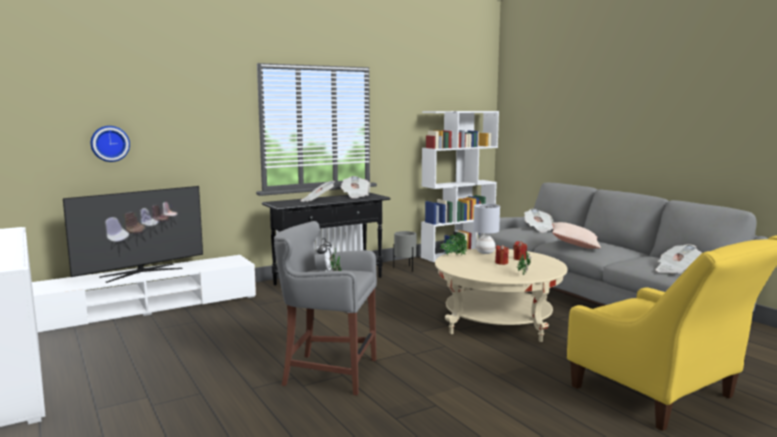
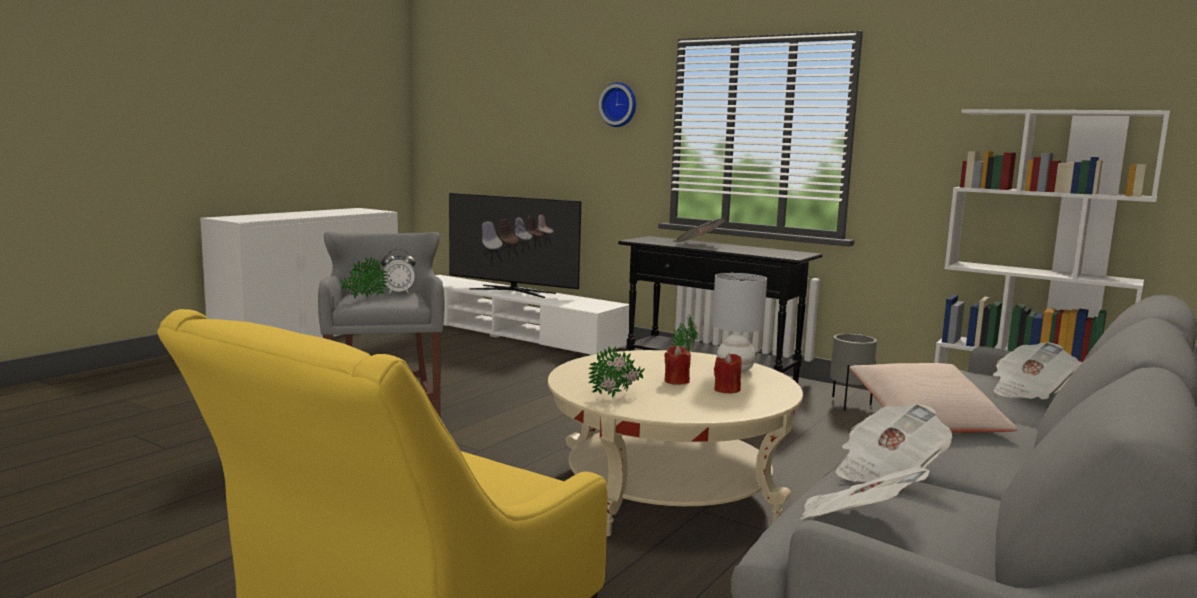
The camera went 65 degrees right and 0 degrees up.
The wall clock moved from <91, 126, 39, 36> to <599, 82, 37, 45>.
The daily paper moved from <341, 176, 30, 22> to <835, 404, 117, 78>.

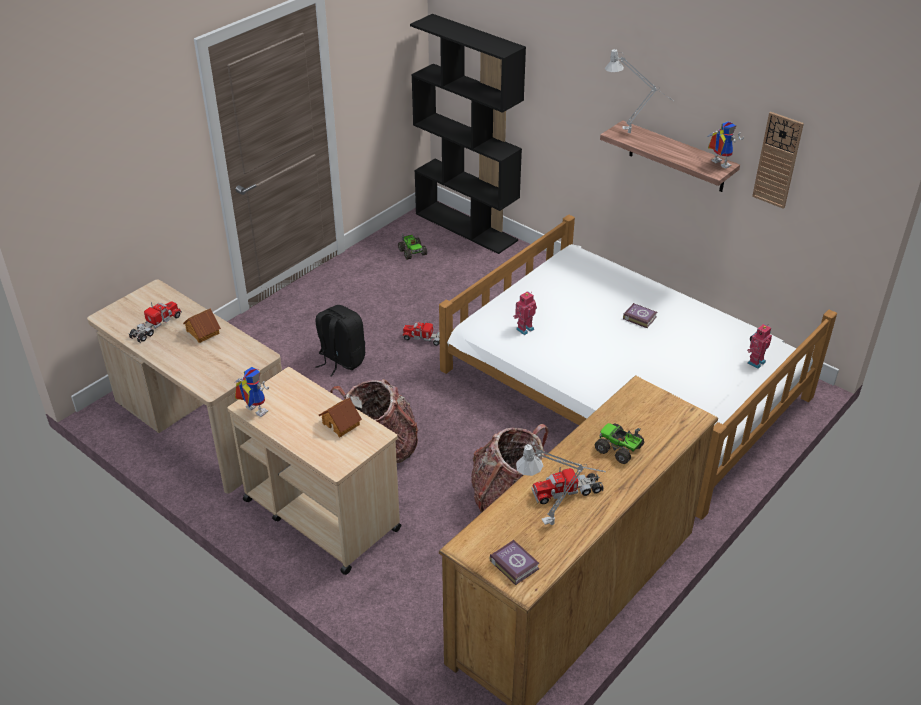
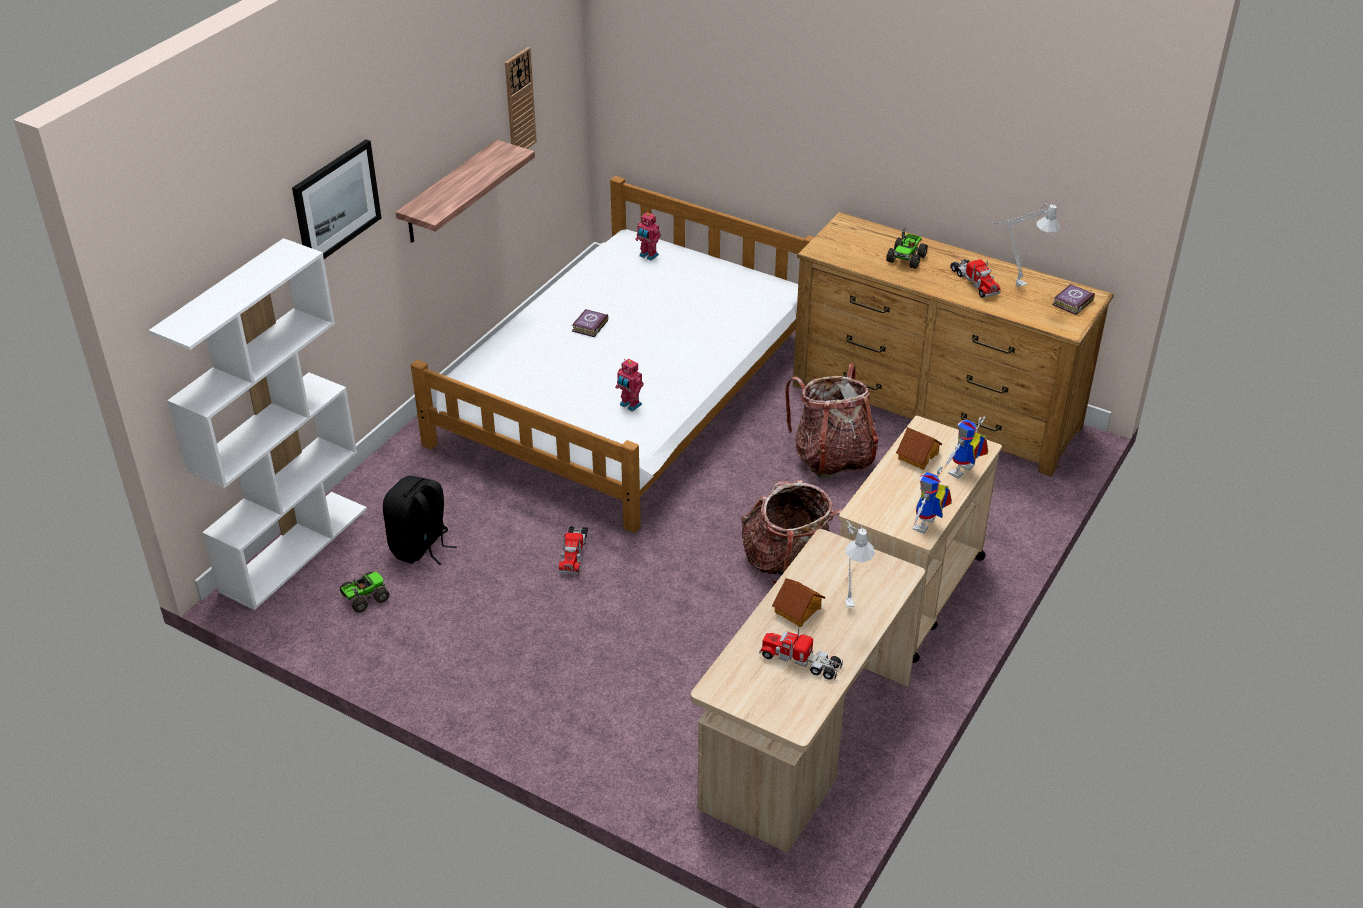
The camera went 100 degrees left and 0 degrees up.
The knapsack (black) moved from <316, 305, 49, 72> to <383, 475, 74, 90>.
The shelving unit (black) at <410, 14, 116, 240> became the shelving unit (whitish) at <149, 238, 218, 372>.
The tabletop lamp (greyish) moved from <605, 49, 67, 84> to <845, 520, 30, 87>.
The toy robot moved from <705, 121, 39, 48> to <945, 417, 43, 62>.
The picture at <292, 139, 89, 120> appeared.

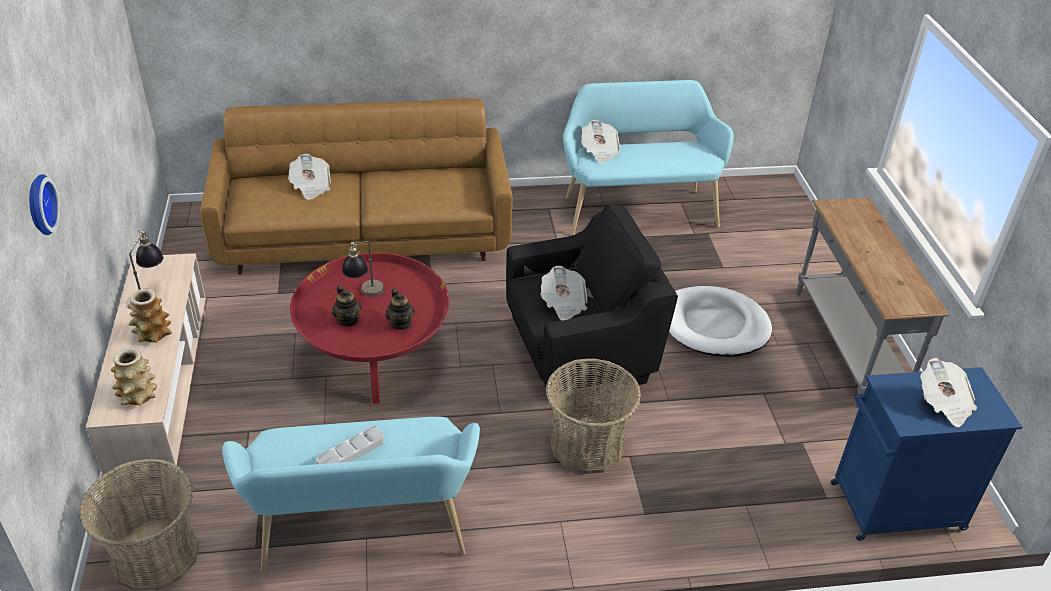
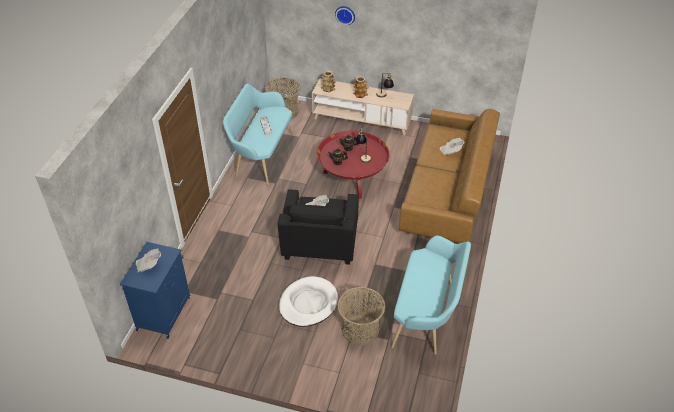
The camera went 115 degrees right and 5 degrees up.
The household basket moved from <546, 358, 95, 116> to <337, 287, 48, 59>.
The daily paper at <581, 120, 39, 43> disappeared.
The hall table (greyish) at <797, 197, 152, 211> disappeared.

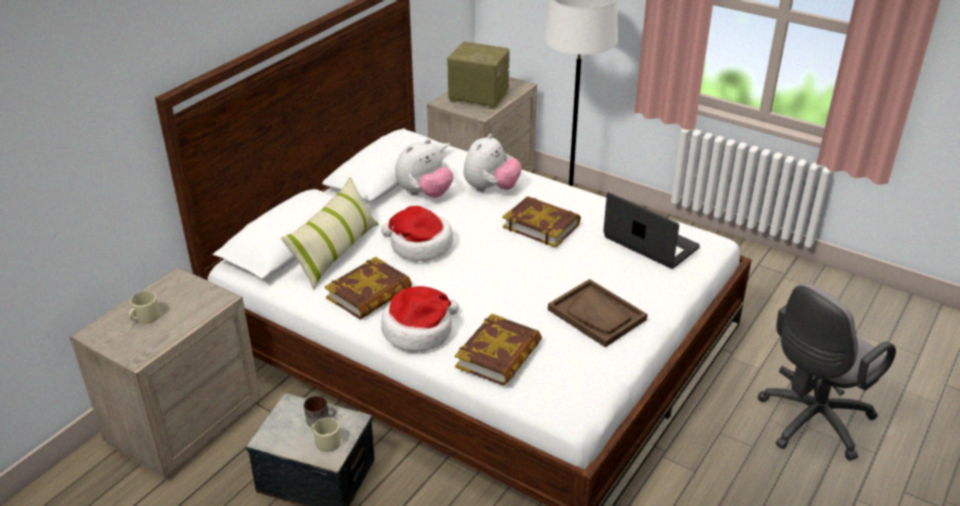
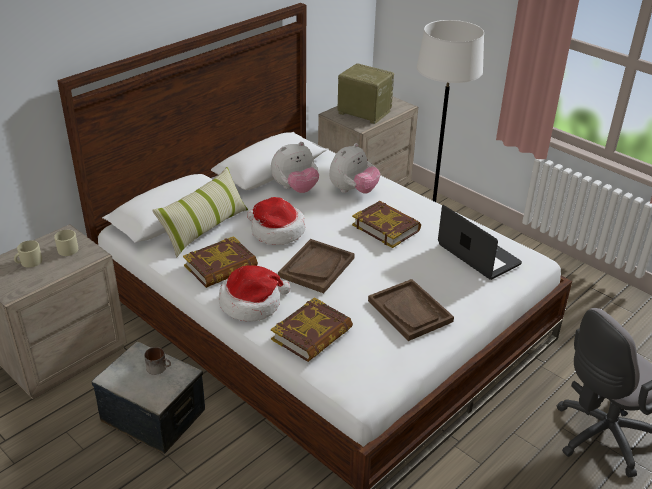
The camera went 10 degrees right and 0 degrees up.
The tea mug (sand-coloured) moved from <311, 417, 30, 35> to <54, 230, 24, 26>.
The tray (brown-coloured) at <278, 239, 77, 54> appeared.

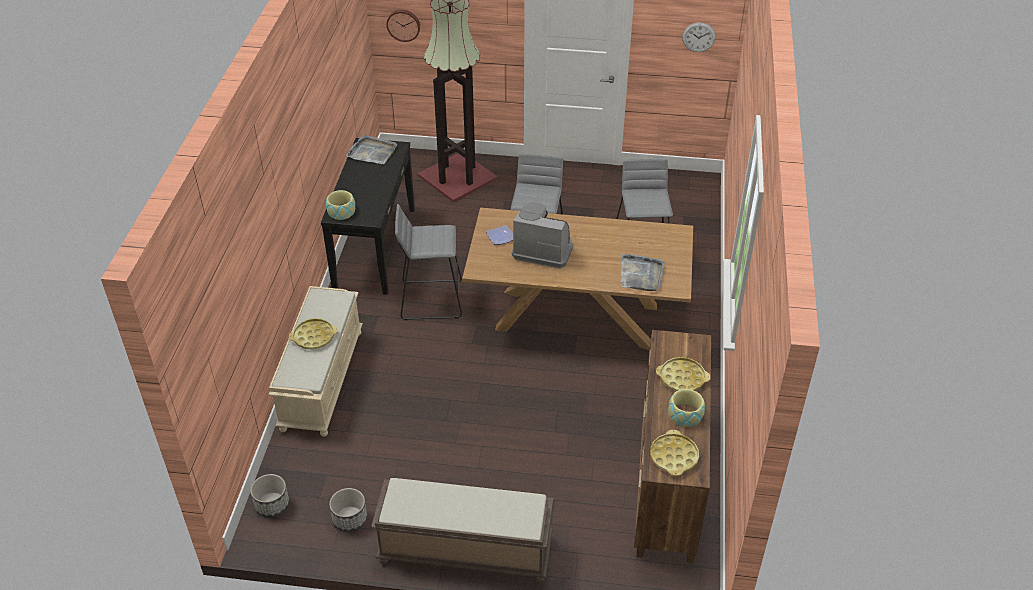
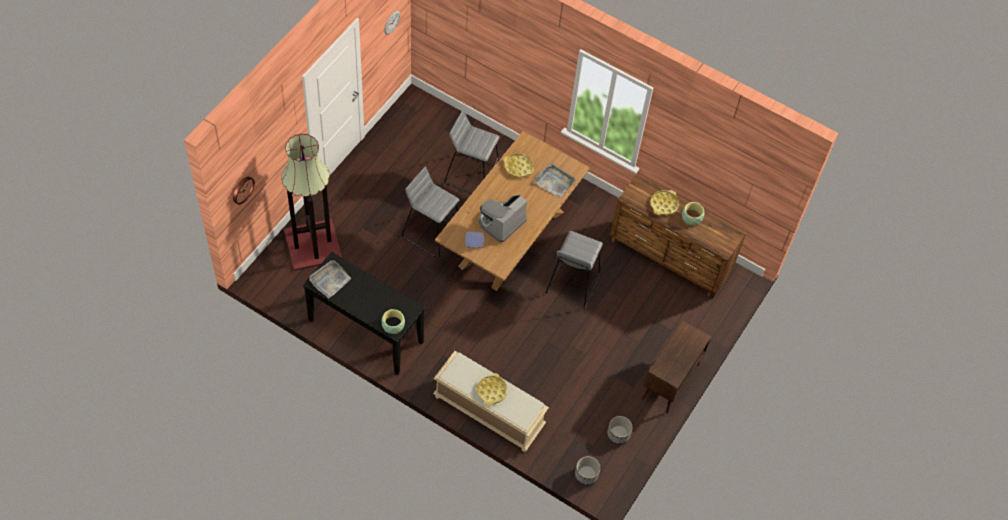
The camera went 70 degrees left and 15 degrees up.
The long seat (brown-coloured) at <371, 478, 183, 105> was replaced by the cupboard (brown-coloured) at <642, 321, 69, 93>.
The stool (greyish) moved from <395, 204, 67, 116> to <546, 231, 57, 77>.
The tray (yellow-coloured) moved from <650, 430, 49, 46> to <503, 153, 31, 25>.

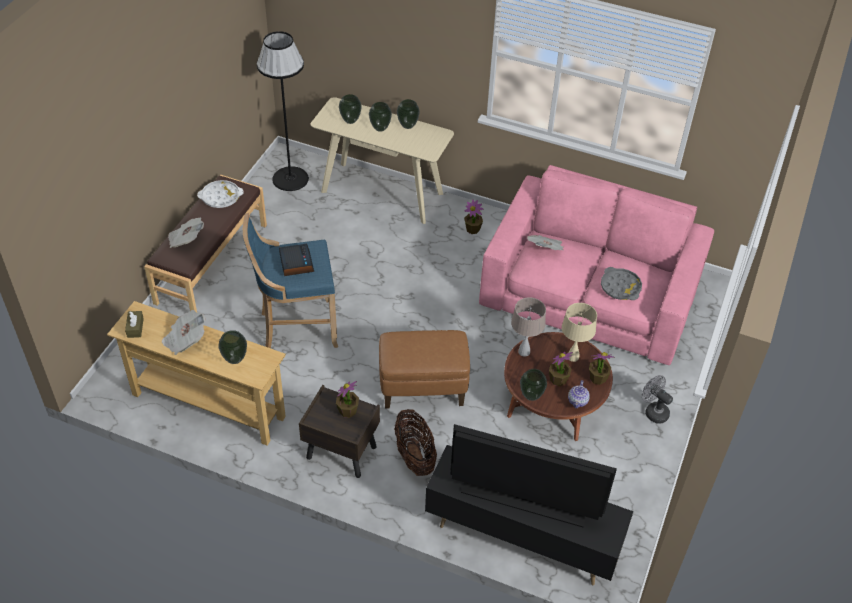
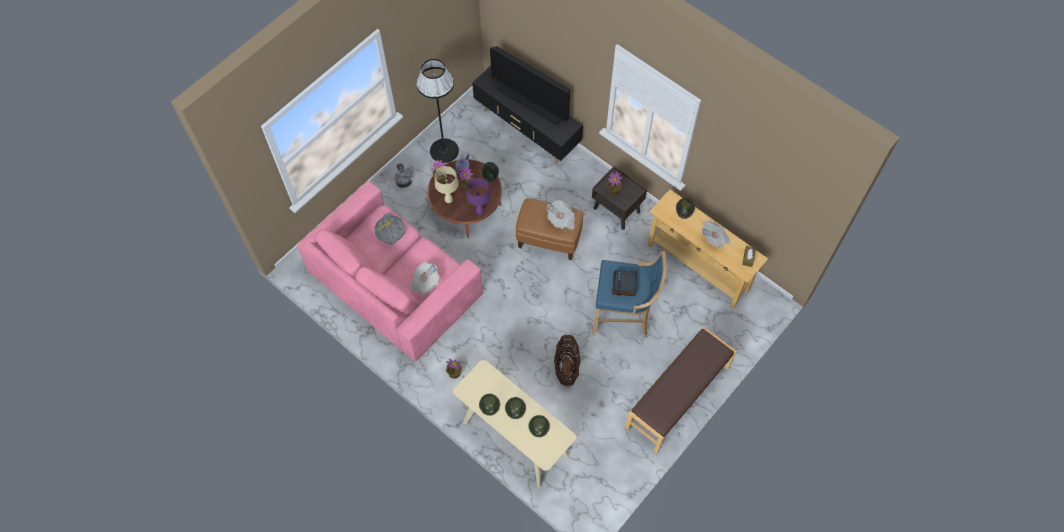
The camera went 160 degrees left and 15 degrees up.
The daily paper moved from <168, 217, 36, 31> to <547, 200, 28, 30>.
The tray (whitish) at <197, 180, 46, 28> disappeared.
The standing lamp (black) moved from <257, 31, 52, 160> to <416, 59, 43, 104>.
The household basket moved from <394, 409, 43, 67> to <554, 335, 27, 51>.
The tabletop lamp (sand-coloured) at <511, 297, 35, 60> became the tabletop lamp (purple) at <466, 178, 24, 37>.

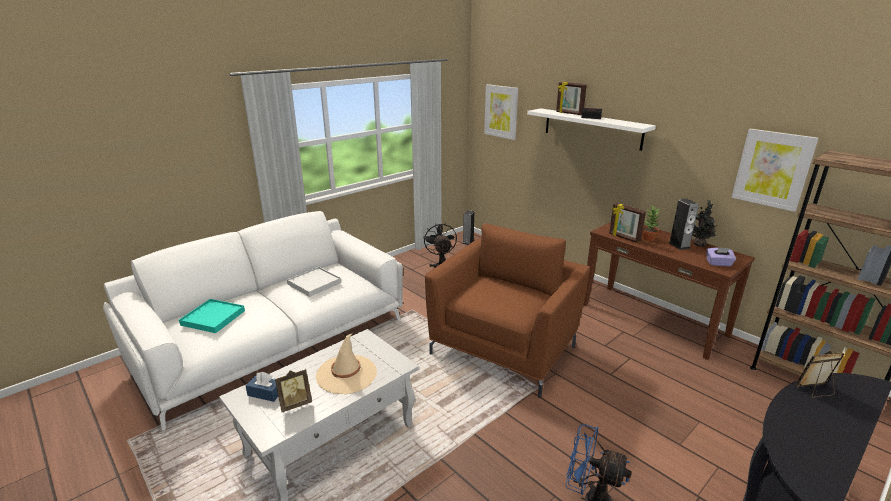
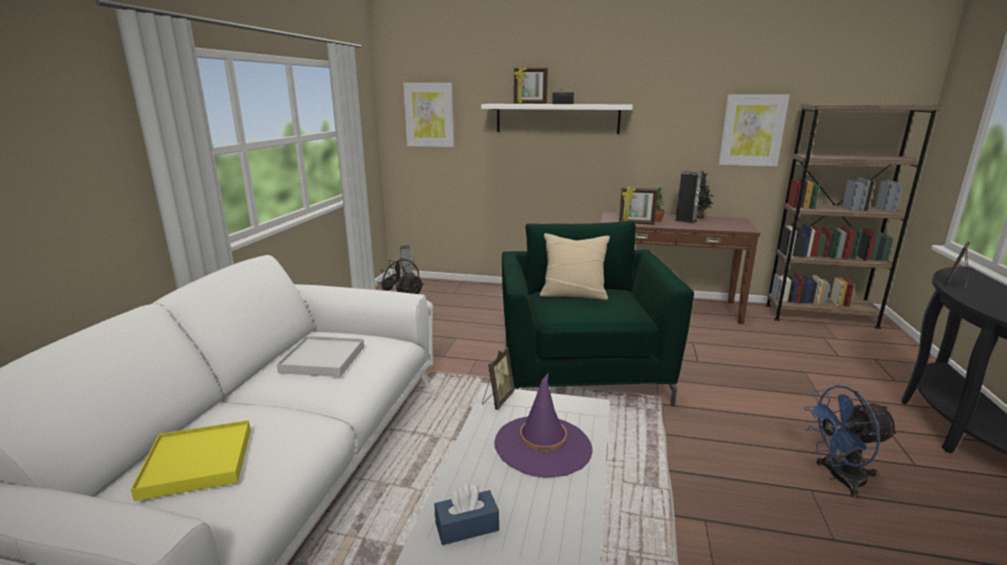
The camera went 35 degrees left and 5 degrees down.
The tray (turquoise-coloured) at <179, 299, 66, 34> became the tray (yellow-coloured) at <130, 420, 121, 81>.
The picture frame moved from <275, 369, 37, 43> to <482, 347, 33, 63>.
The wearable hat (sand-coloured) at <316, 333, 61, 61> became the wearable hat (purple) at <494, 373, 99, 105>.
The lounge chair (brown-coloured) at <425, 223, 165, 175> became the lounge chair (greenish) at <502, 221, 192, 185>.
The box of tissues (purple) at <706, 247, 30, 19> disappeared.
The cushion (sand-coloured) at <540, 233, 70, 67> appeared.

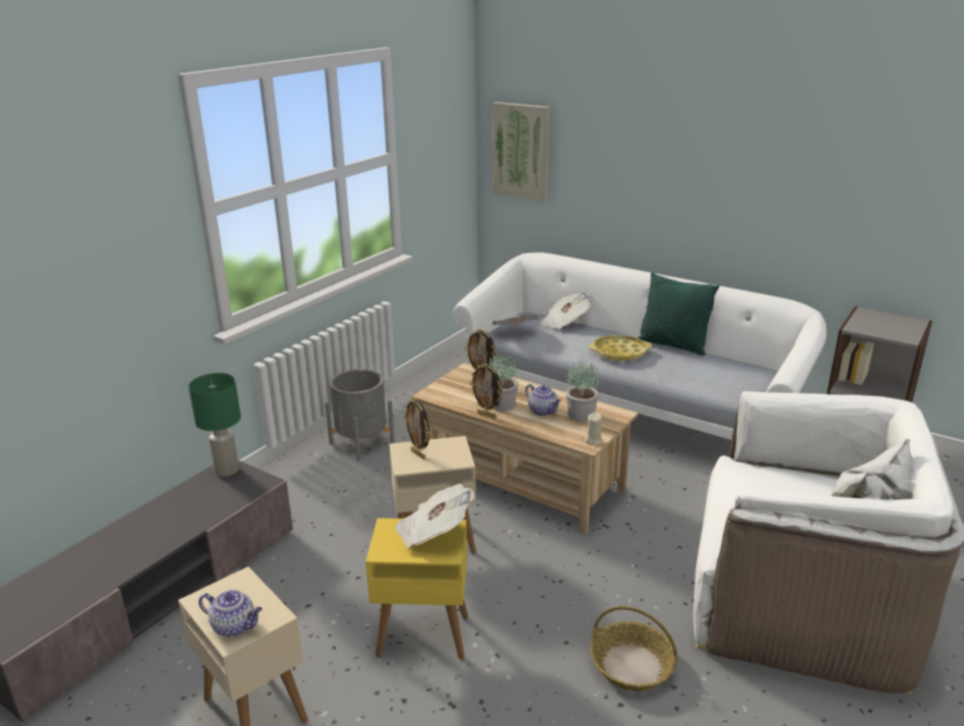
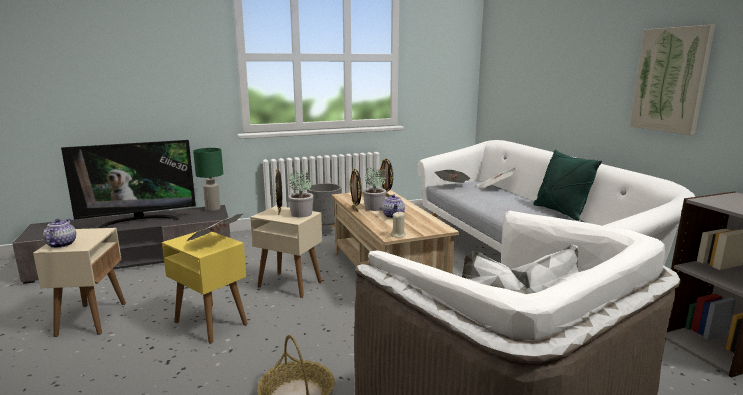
The camera went 35 degrees right and 10 degrees down.
The pot for tea at <199, 590, 63, 47> turned 150 degrees counterclockwise.
The picture moved from <493, 102, 57, 99> to <630, 25, 85, 110>.
The houseplant moved from <566, 359, 33, 62> to <288, 171, 26, 46>.
The tray (yellow-coloured) at <589, 335, 63, 26> disappeared.
The TV set at <61, 140, 135, 88> appeared.

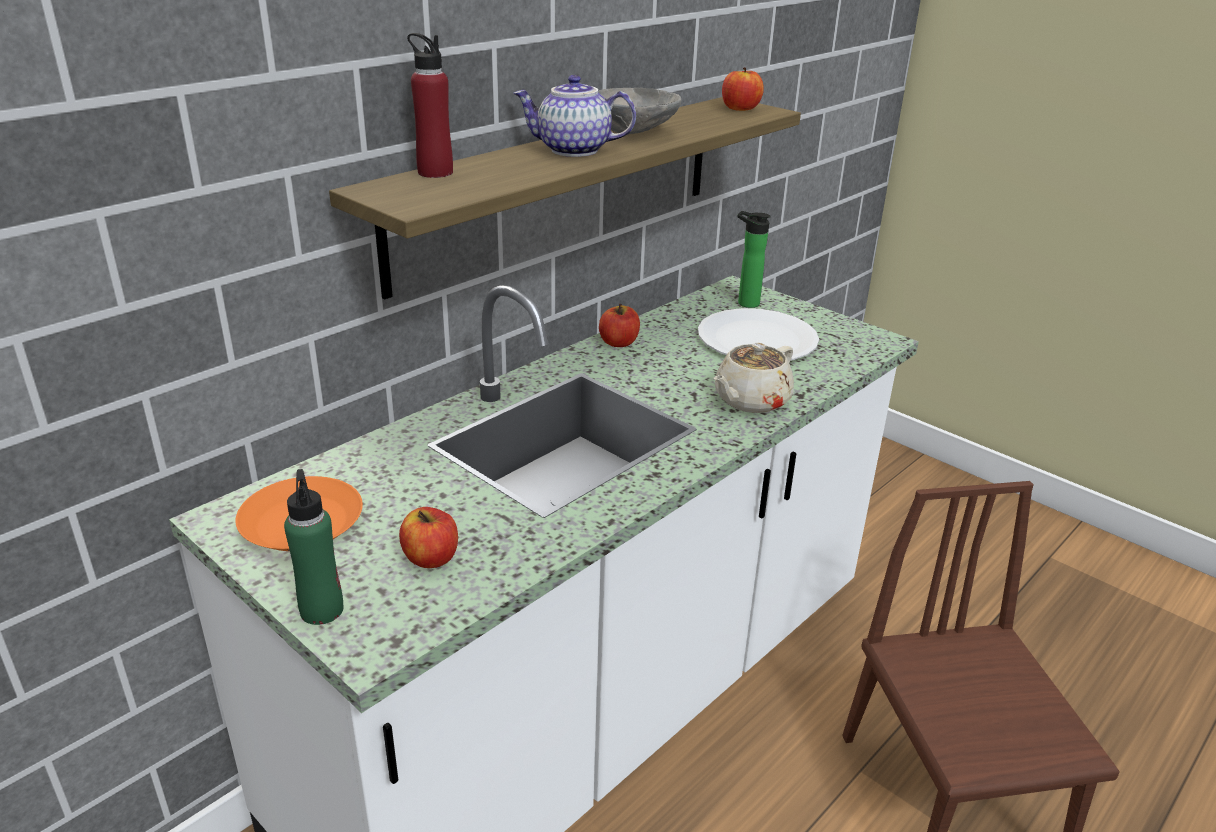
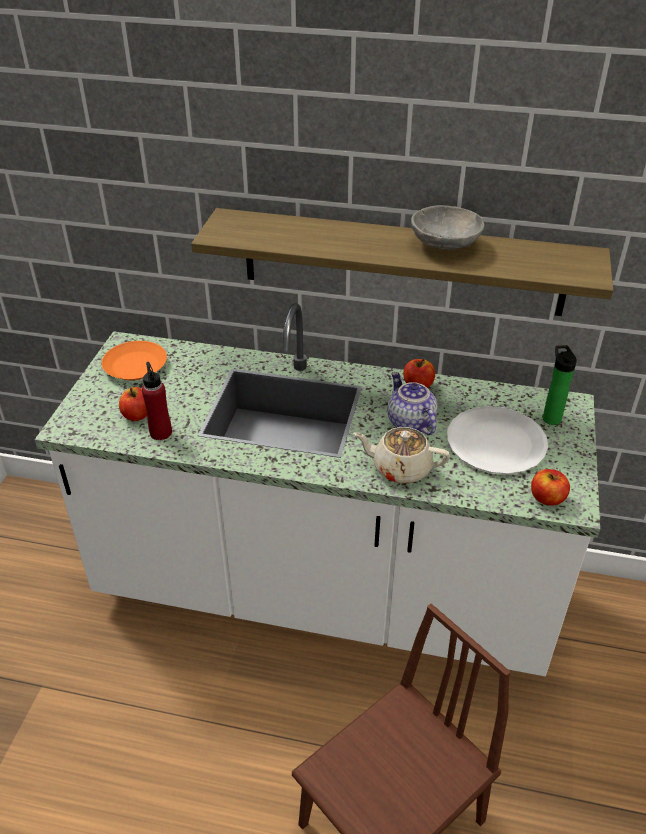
The camera went 60 degrees right and 10 degrees up.
The beverage bottle (greenish) at <284, 469, 59, 156> disappeared.
The beverage bottle (reddish) moved from <407, 33, 46, 145> to <142, 362, 30, 78>.
The pot for tea moved from <513, 75, 123, 82> to <387, 372, 51, 63>.
The whole apple moved from <722, 67, 42, 44> to <531, 469, 39, 37>.

